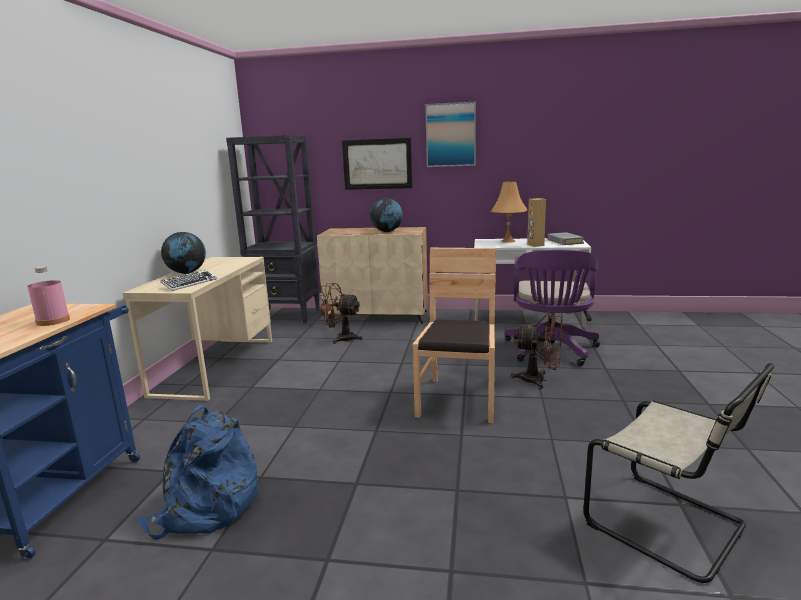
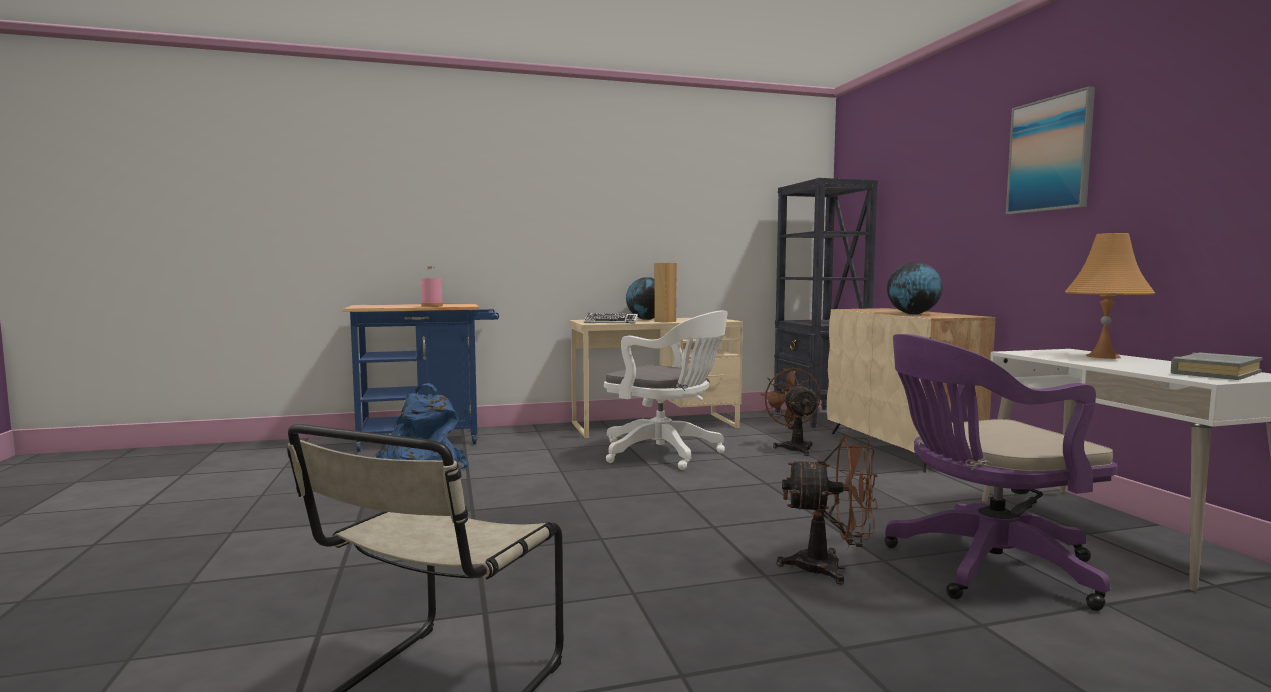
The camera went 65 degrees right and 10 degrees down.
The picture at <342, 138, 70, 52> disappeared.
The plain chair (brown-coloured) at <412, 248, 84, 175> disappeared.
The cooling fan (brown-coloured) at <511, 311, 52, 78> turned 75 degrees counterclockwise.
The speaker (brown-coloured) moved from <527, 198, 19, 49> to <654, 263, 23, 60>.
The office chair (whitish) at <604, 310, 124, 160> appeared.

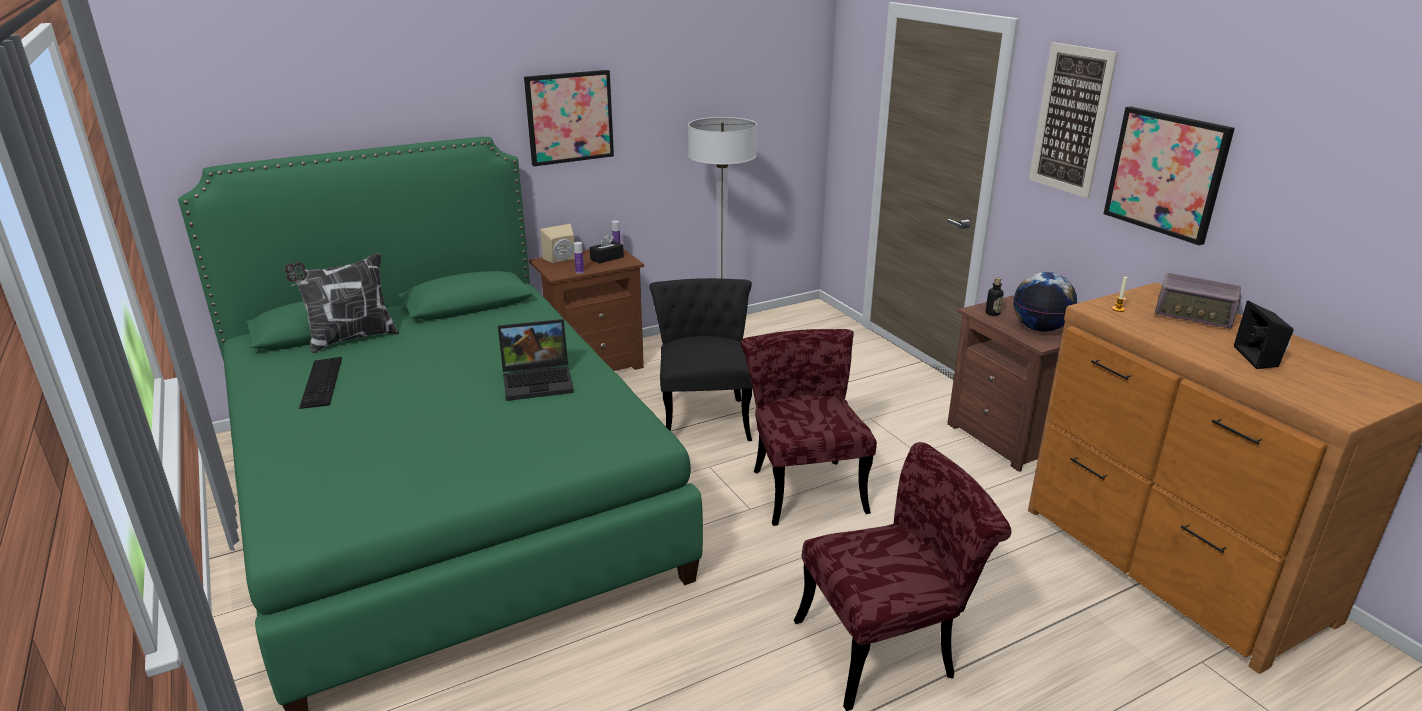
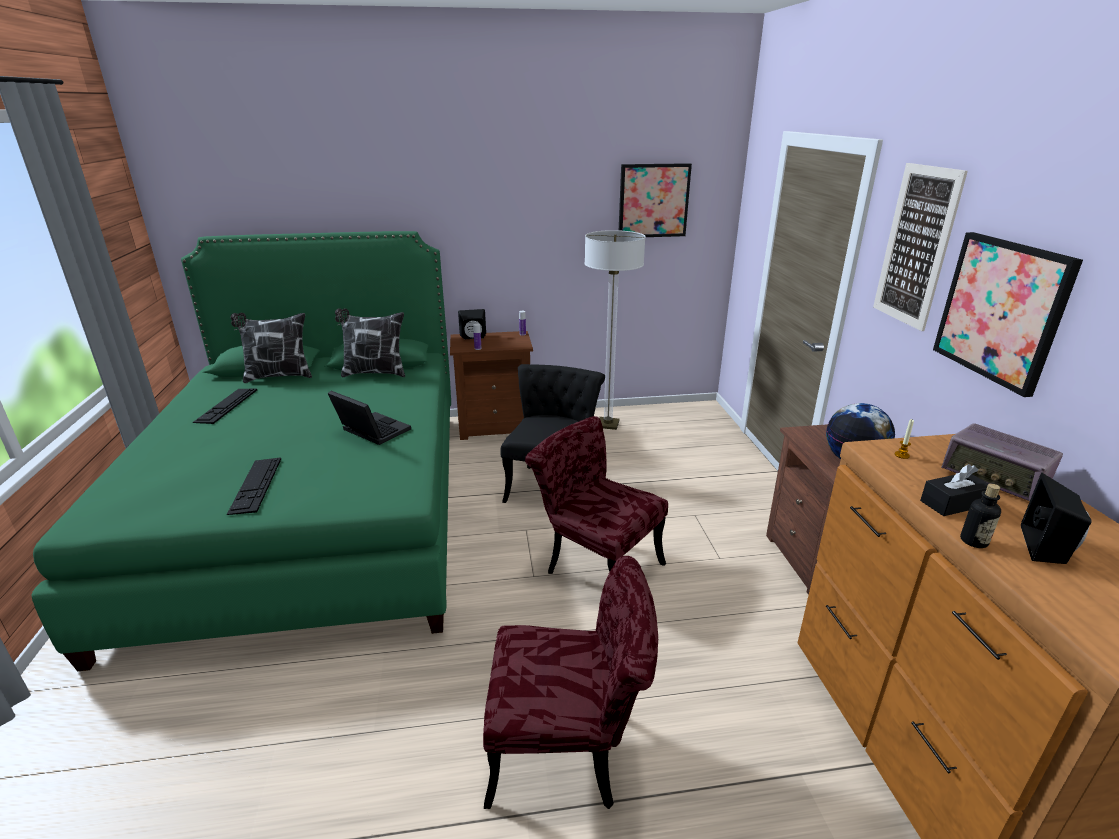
The camera went 20 degrees right and 0 degrees up.
The laptop at <498, 319, 76, 82> turned 150 degrees counterclockwise.
The picture moved from <524, 70, 90, 96> to <619, 163, 73, 74>.
The speaker (sand-coloured) at <540, 224, 35, 39> became the speaker (black) at <458, 309, 28, 31>.
The box of tissues (black) moved from <590, 234, 34, 30> to <920, 464, 69, 52>.
The plain chair (reddish) at <740, 329, 137, 197> turned 60 degrees counterclockwise.
The beverage bottle moved from <985, 277, 19, 39> to <960, 484, 41, 64>.
The keyboard at <227, 457, 54, 58> appeared.
The cushion at <335, 308, 70, 69> appeared.

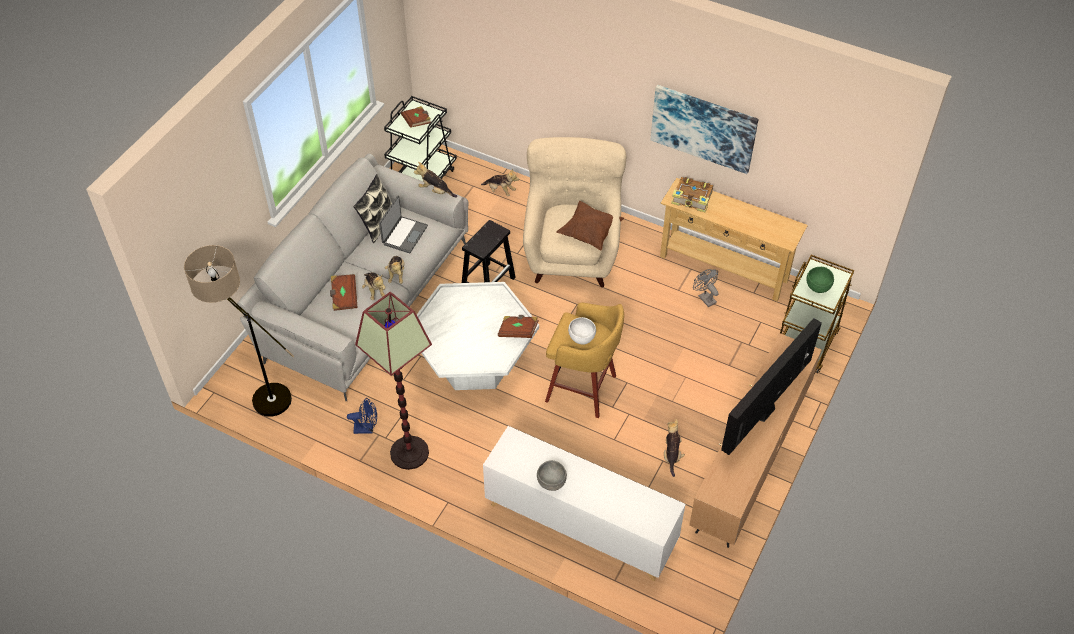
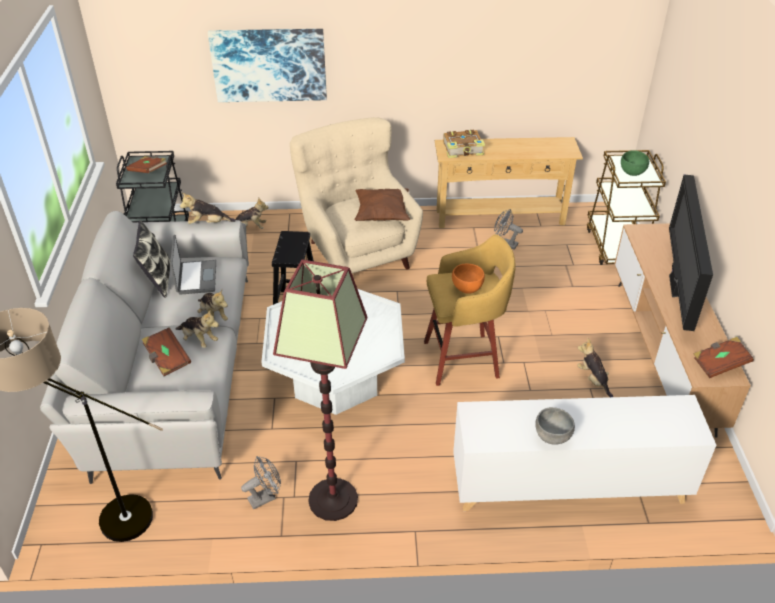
The camera went 30 degrees left and 10 degrees down.
The cooling fan (blue-coloured) at <347, 398, 30, 36> became the cooling fan (greyish) at <241, 456, 40, 53>.
The book (brown-coloured) moved from <498, 315, 41, 23> to <694, 337, 60, 41>.
The deep dish (whitish) at <568, 317, 28, 28> became the deep dish (orangey) at <452, 264, 33, 30>.
The picture moved from <651, 85, 108, 89> to <208, 29, 119, 73>.

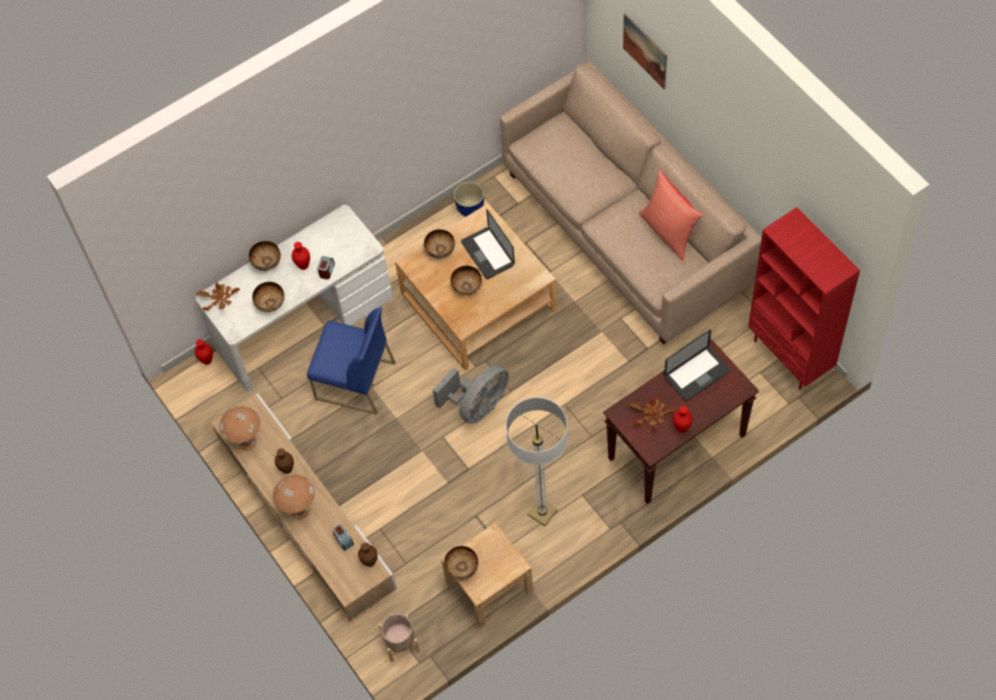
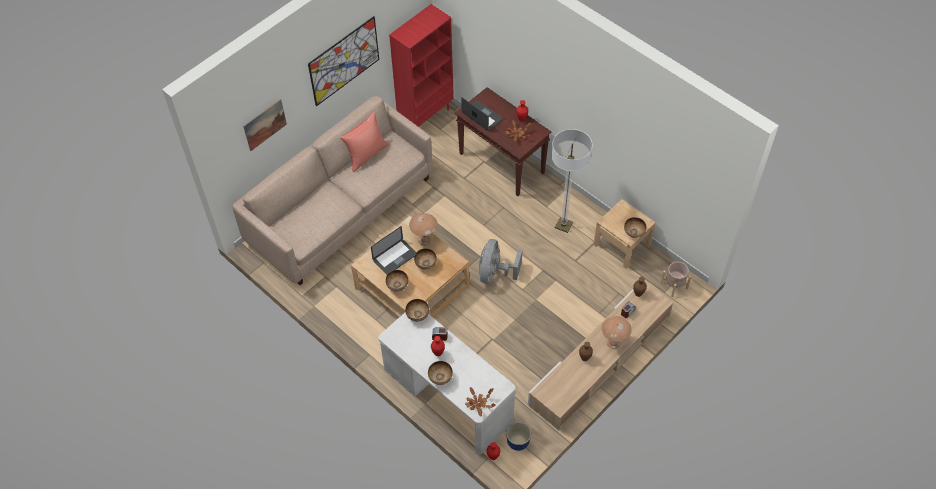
The camera went 105 degrees left and 5 degrees down.
The tabletop lamp (brown-coloured) moved from <219, 406, 41, 45> to <409, 213, 29, 32>.
The deep dish moved from <252, 282, 33, 30> to <405, 299, 24, 23>.
The plain chair (blue-coloured) at <307, 307, 89, 107> disappeared.
The cooling fan (greyish) at <432, 365, 77, 59> turned 105 degrees counterclockwise.
The planter moved from <454, 181, 30, 36> to <506, 422, 25, 29>.
The picture at <308, 16, 71, 90> appeared.

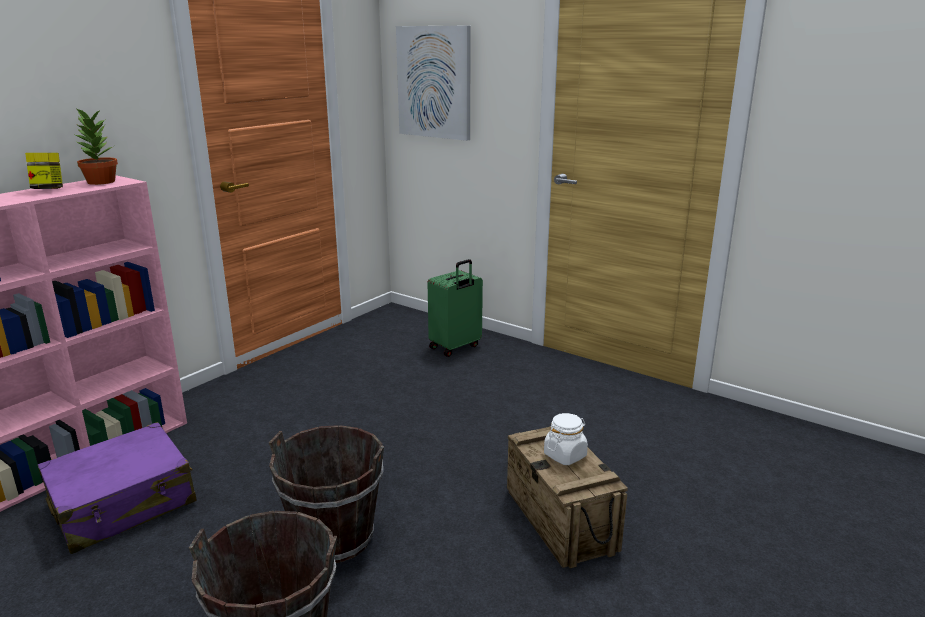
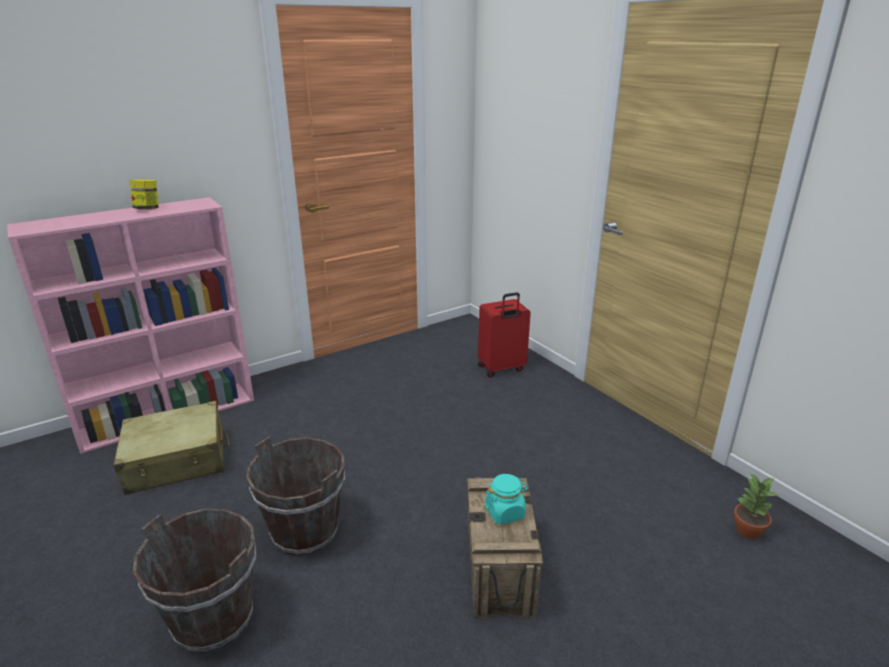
The camera went 20 degrees right and 5 degrees up.
The piece of luggage (purple) at <38, 422, 159, 132> became the piece of luggage (sand-coloured) at <114, 401, 116, 94>.
The houseplant moved from <73, 108, 45, 77> to <734, 473, 42, 67>.
The picture at <396, 26, 75, 115> disappeared.
The piece of luggage (greenish) at <427, 259, 56, 98> became the piece of luggage (reddish) at <478, 292, 53, 85>.
The jar (whitish) at <544, 413, 44, 52> became the jar (turquoise-coloured) at <485, 474, 43, 51>.

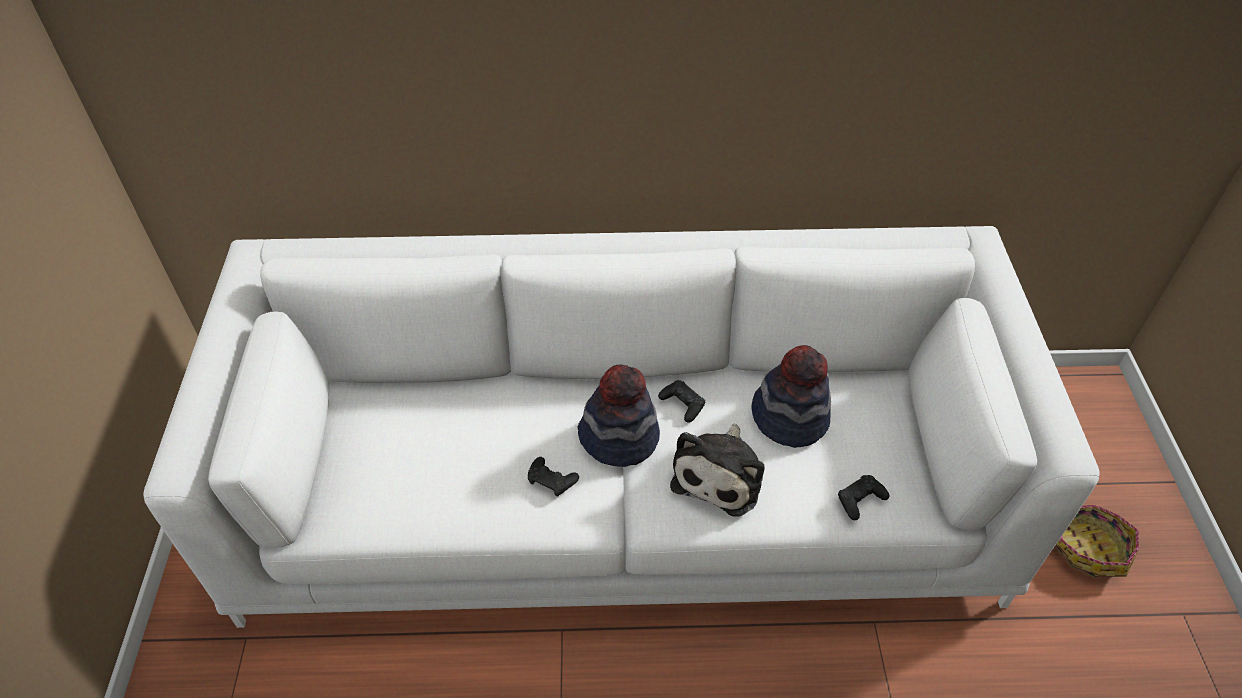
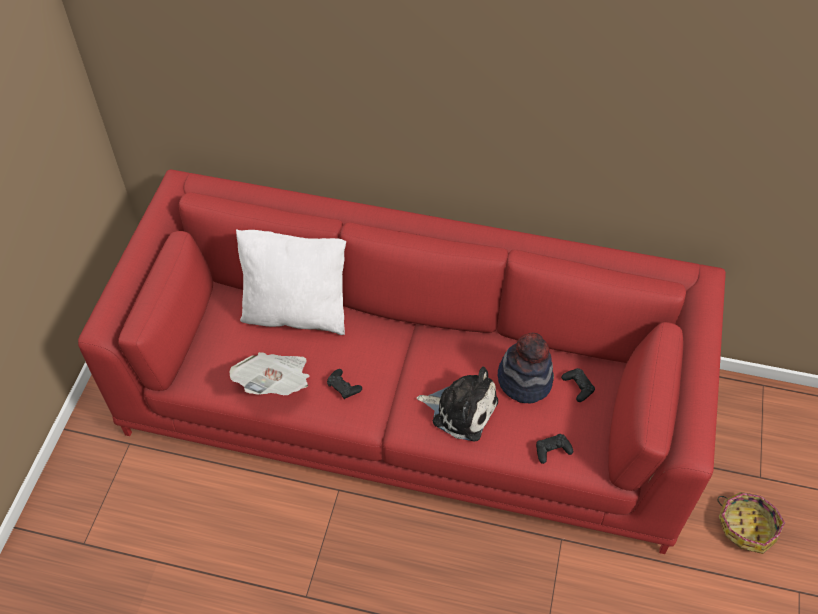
The camera went 15 degrees right and 5 degrees up.
The settee (whitish) at <143, 226, 957, 402> became the settee (reddish) at <78, 169, 648, 385>.
The wearable hat at <577, 364, 83, 103> disappeared.
The joypad (black) moved from <658, 380, 47, 43> to <561, 368, 34, 34>.
The soft toy at <670, 424, 95, 92> turned 105 degrees counterclockwise.
The daily paper at <229, 352, 80, 43> appeared.
The cushion (whitish) at <236, 229, 110, 106> appeared.

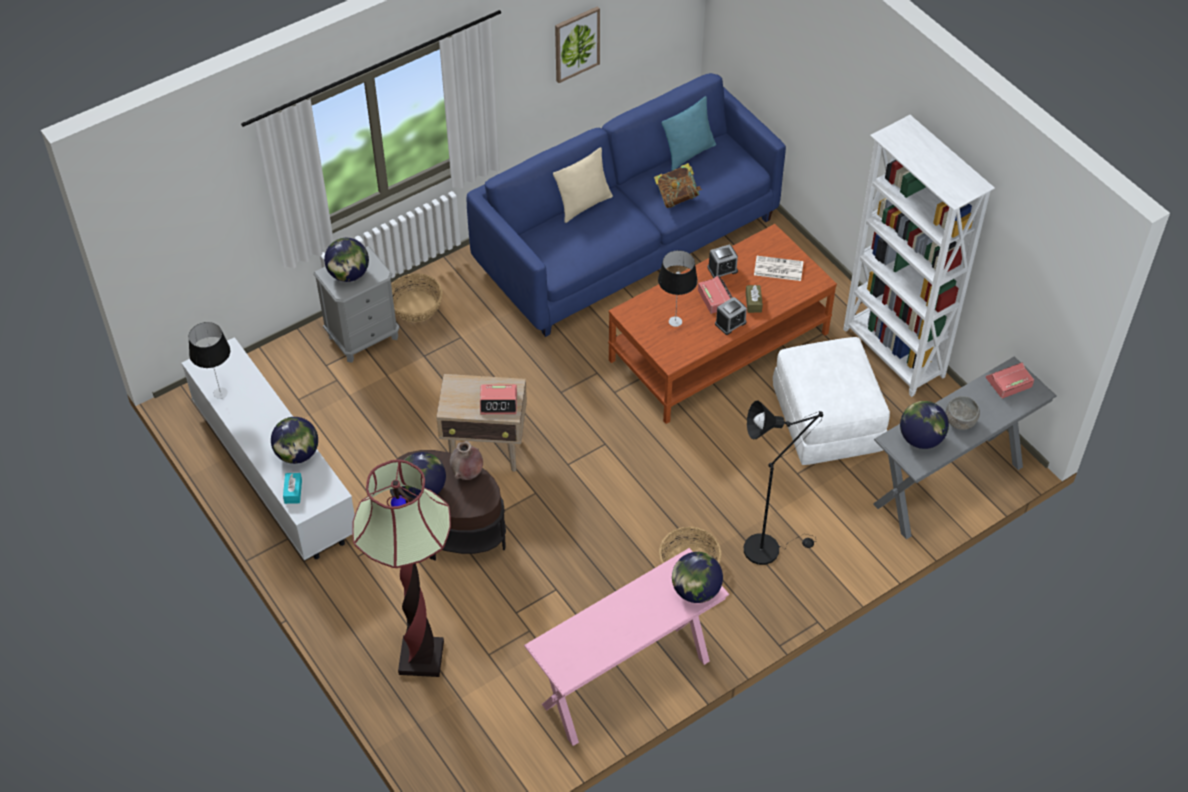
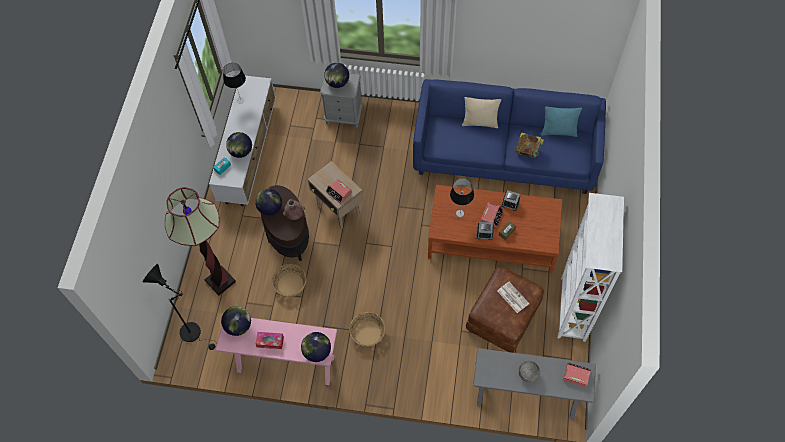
The camera went 45 degrees right and 10 degrees up.
The household basket moved from <391, 273, 52, 50> to <271, 264, 36, 33>.
The picture at <555, 6, 45, 77> disappeared.
The standing lamp (black) moved from <744, 400, 79, 165> to <143, 264, 74, 86>.
The daily paper moved from <754, 256, 50, 25> to <498, 282, 31, 31>.
The ottoman (whitish) at <773, 337, 117, 128> became the ottoman (brown-coloured) at <466, 266, 78, 87>.
The desk globe moved from <900, 401, 49, 48> to <221, 306, 30, 30>.
The box of tissues at <256, 332, 28, 17> appeared.

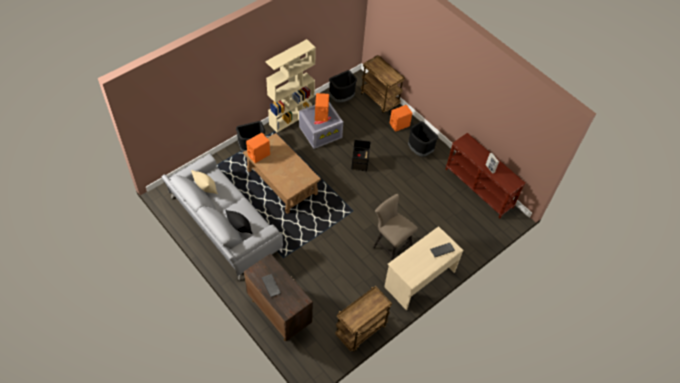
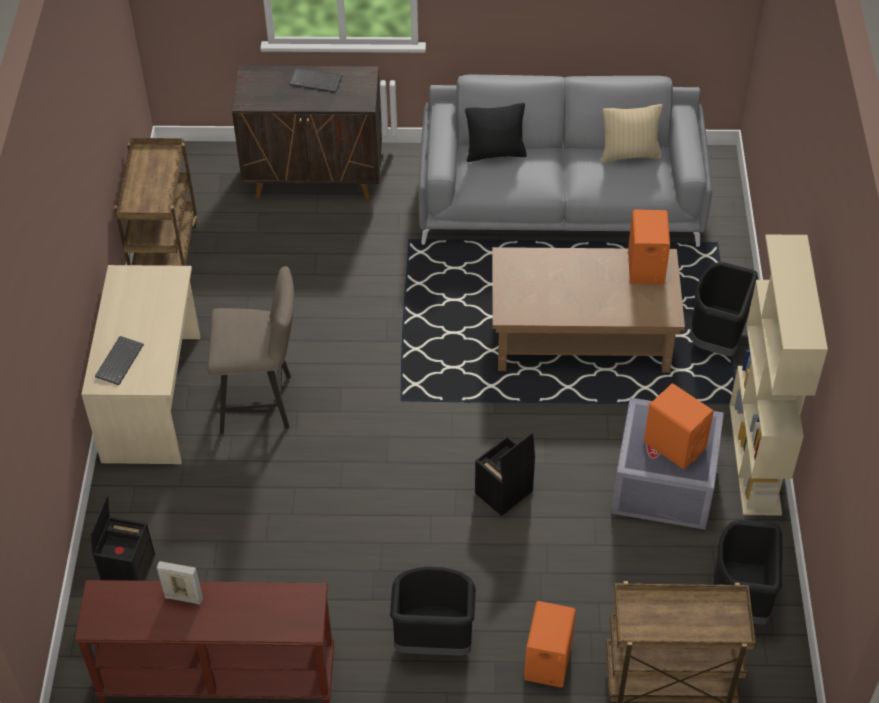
The camera went 135 degrees right and 5 degrees down.
The storage box (black) at <90, 495, 65, 86> appeared.

